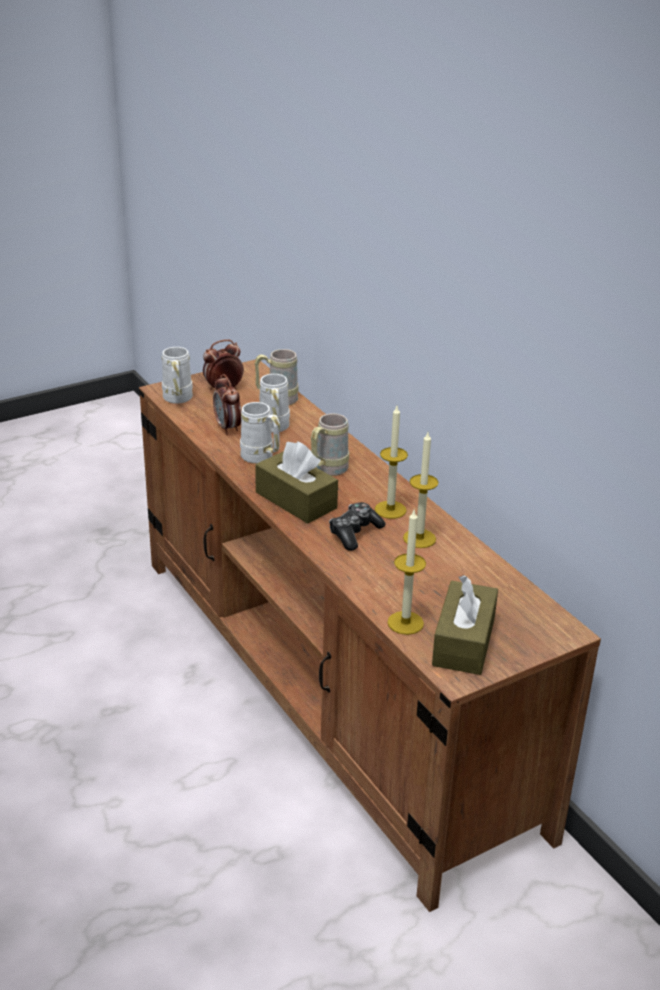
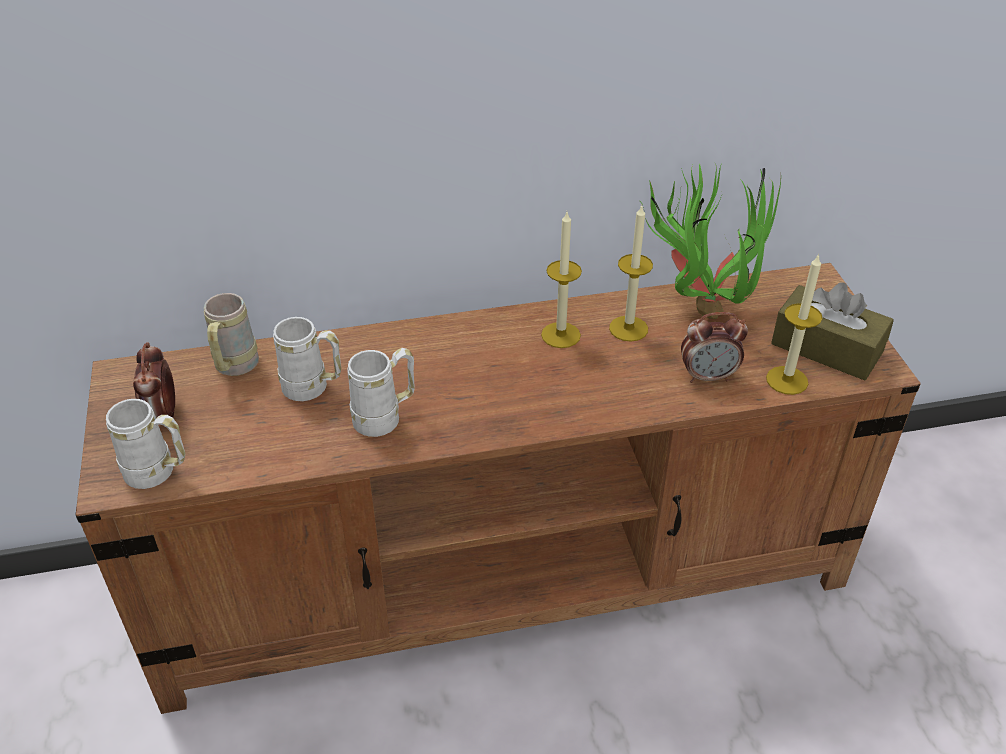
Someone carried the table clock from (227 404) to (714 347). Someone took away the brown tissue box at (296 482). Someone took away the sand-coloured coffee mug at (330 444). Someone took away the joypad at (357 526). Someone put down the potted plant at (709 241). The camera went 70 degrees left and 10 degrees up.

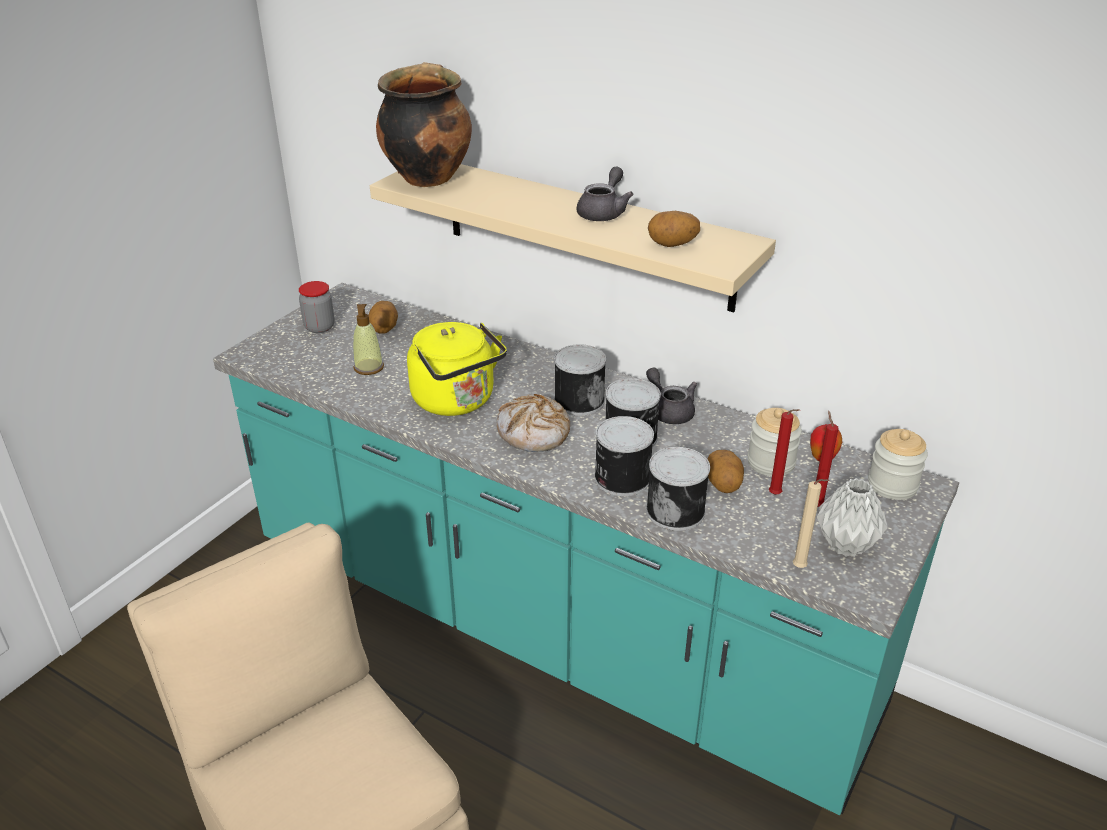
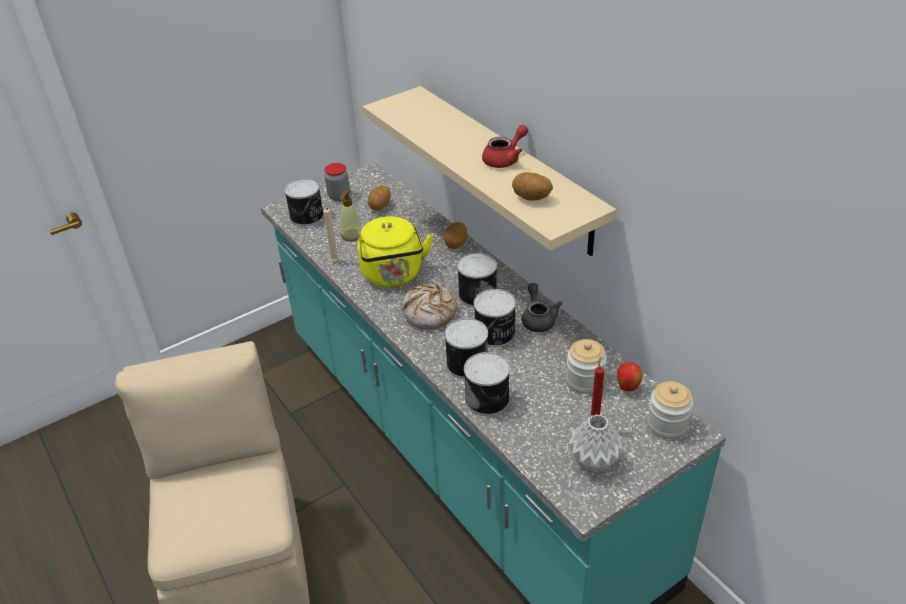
Someone took away the cooking pot at (424 124). Someone repainted the grey tea pot at (605 194), which became the red-coloured tea pot at (505 146). Someone carried the whole potato from (726 471) to (456 235). Someone took away the red-coloured wax candle at (784 452). Someone carried the sand-coloured wax candle from (811 523) to (331 234). Someone put down the metal can at (304 202). The camera went 25 degrees right and 5 degrees up.

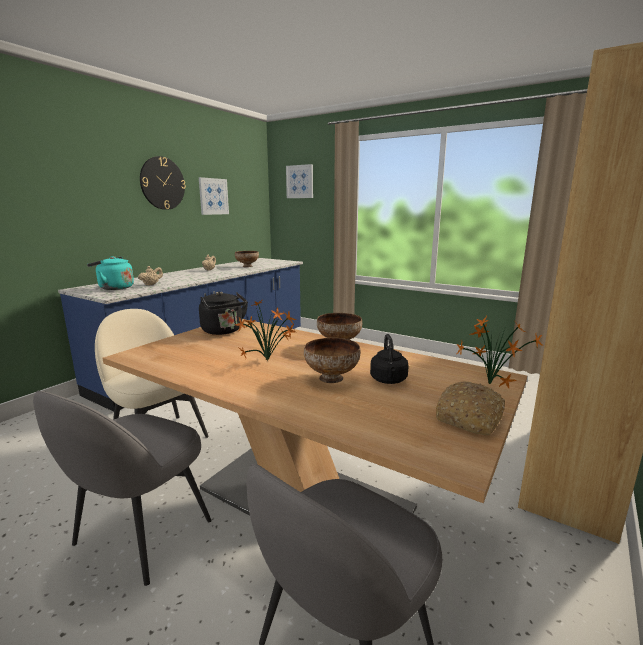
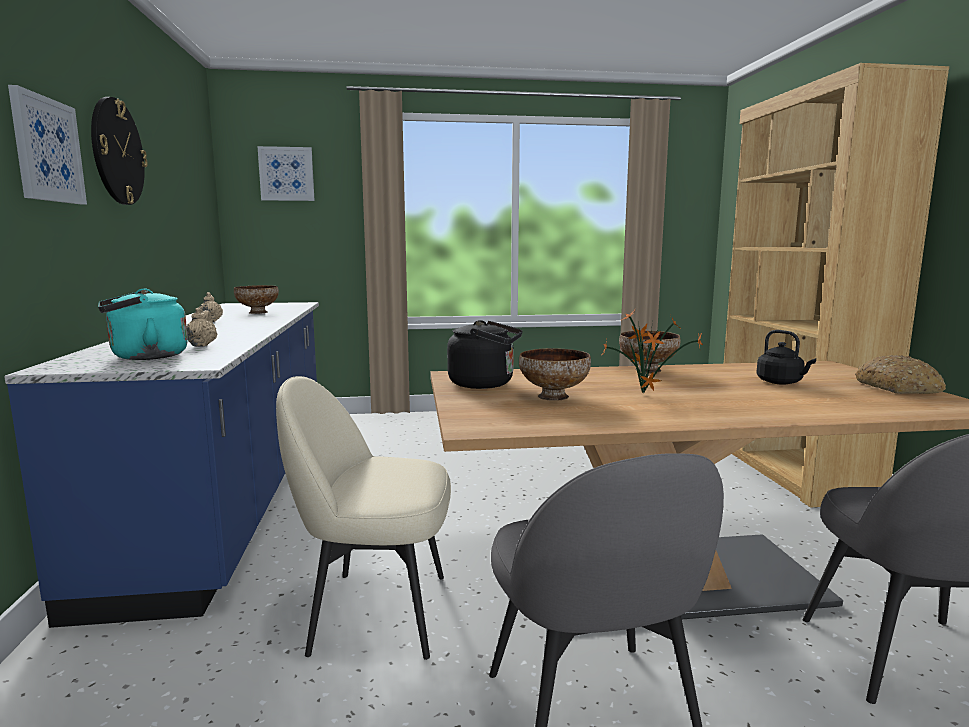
Someone carried the wall picture from (214 196) to (47 144). Someone carried the bowl from (332 360) to (555 374). Someone took away the potted plant at (500 352). The camera went 40 degrees left and 5 degrees down.

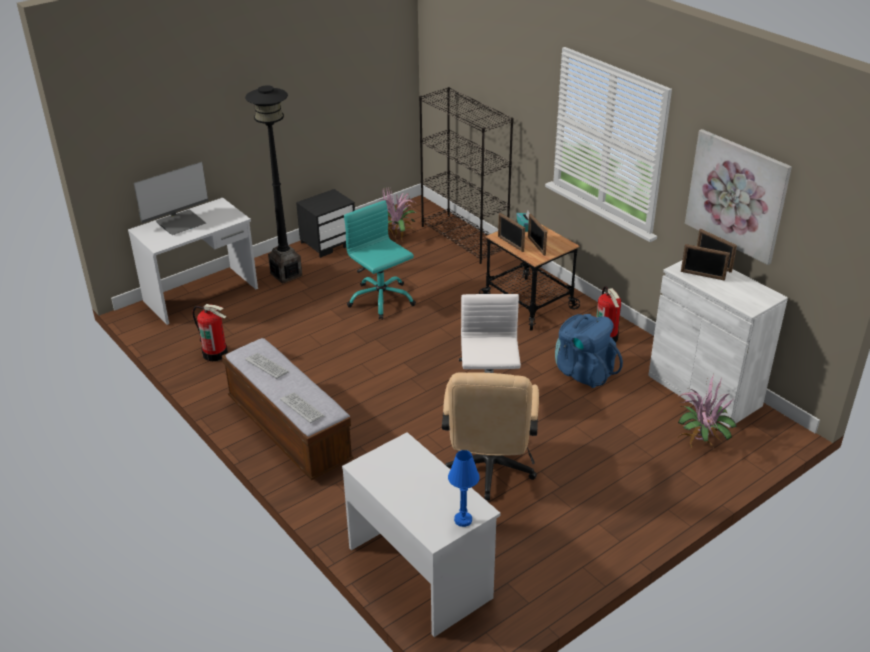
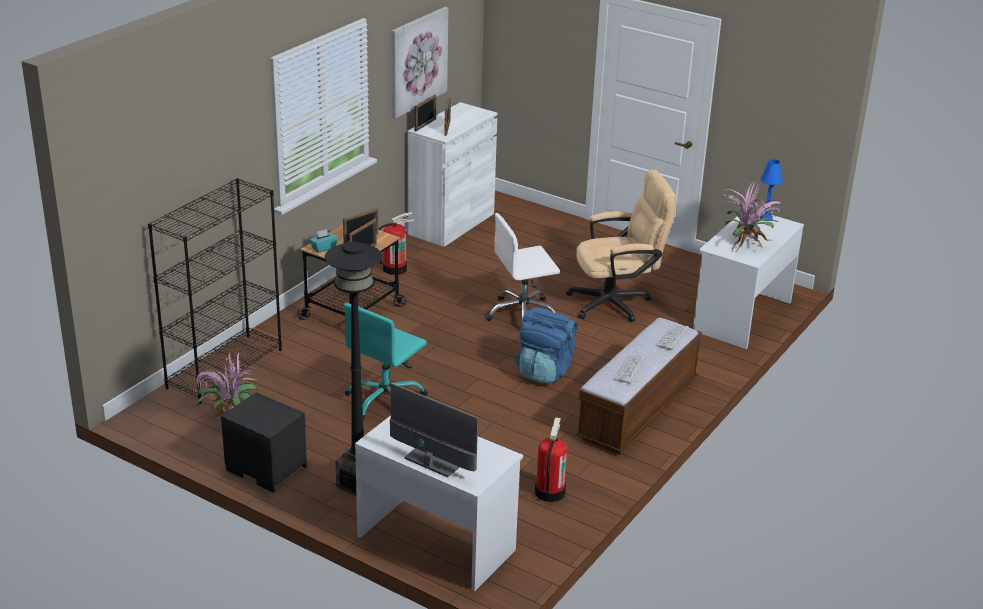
Someone carried the blue backpack from (589 351) to (546 345). Someone carried the potted plant from (707 411) to (752 217). The camera went 110 degrees left and 5 degrees down.

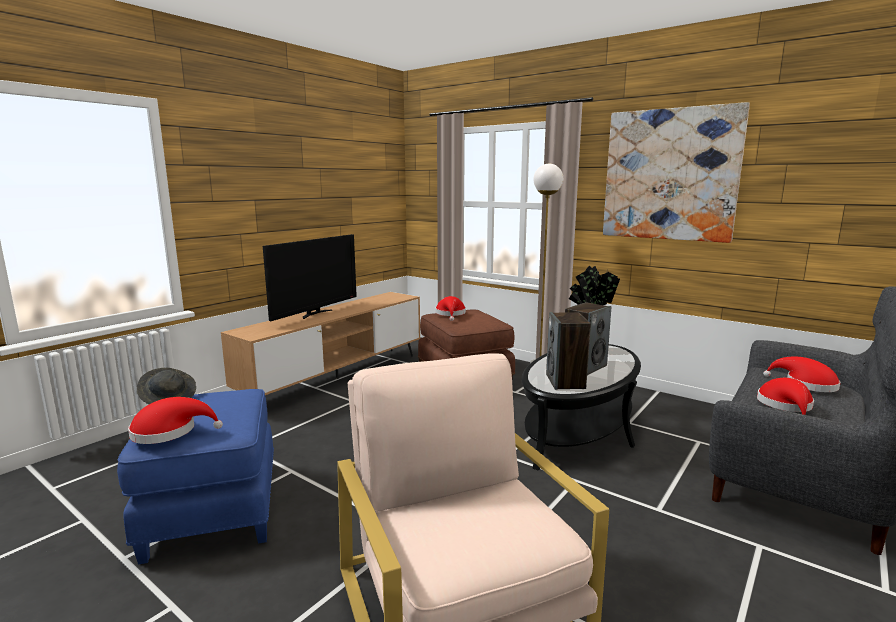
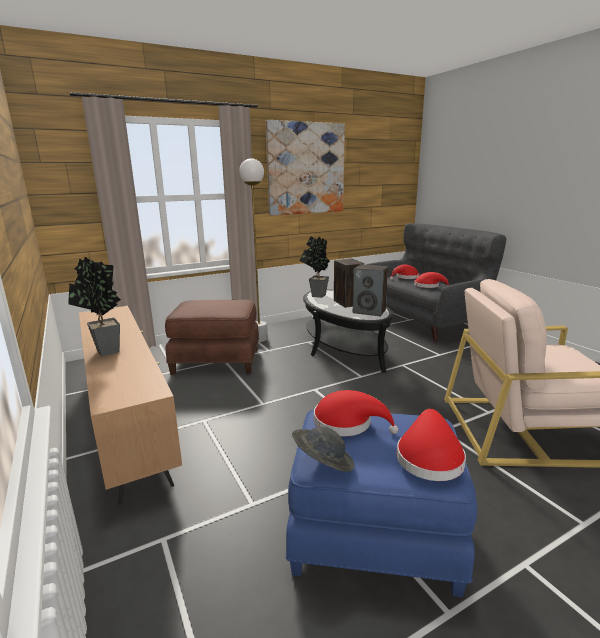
Someone swapped the TV at (310 277) for the potted plant at (94 306). Someone carried the red-coloured clothing hat from (451 308) to (356 413). The camera went 65 degrees left and 5 degrees up.

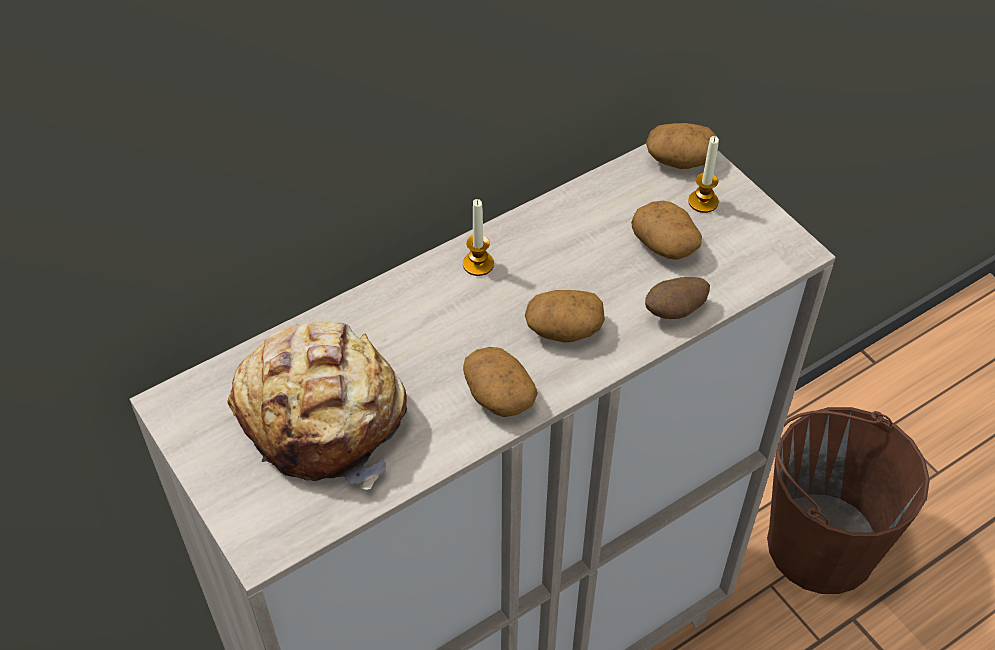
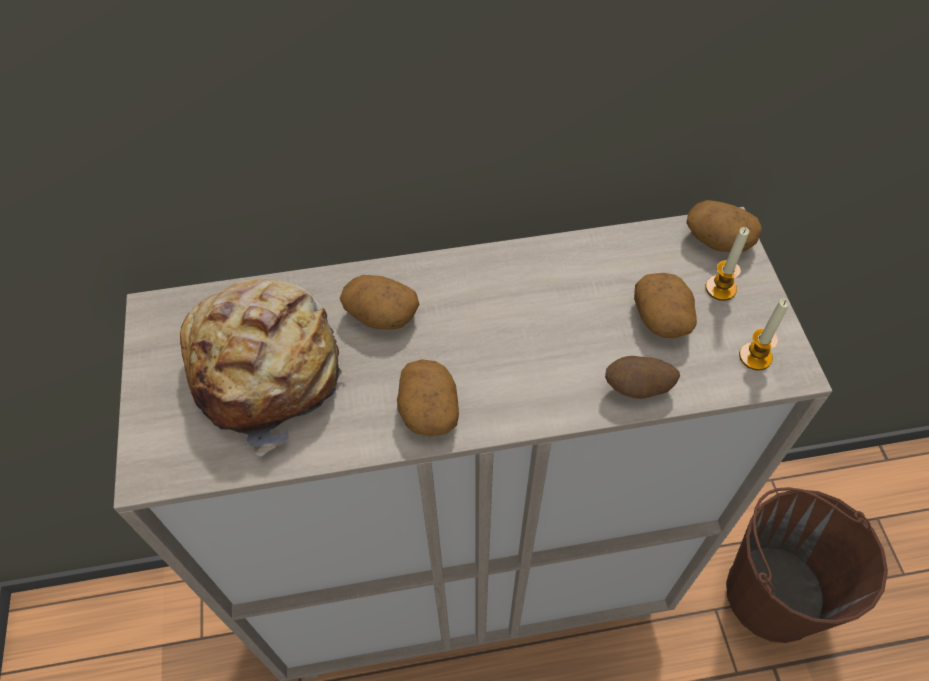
Someone carried the wax candle from (478 237) to (764 334). Someone carried the whole potato from (565 316) to (380 302). The camera went 25 degrees right and 5 degrees up.

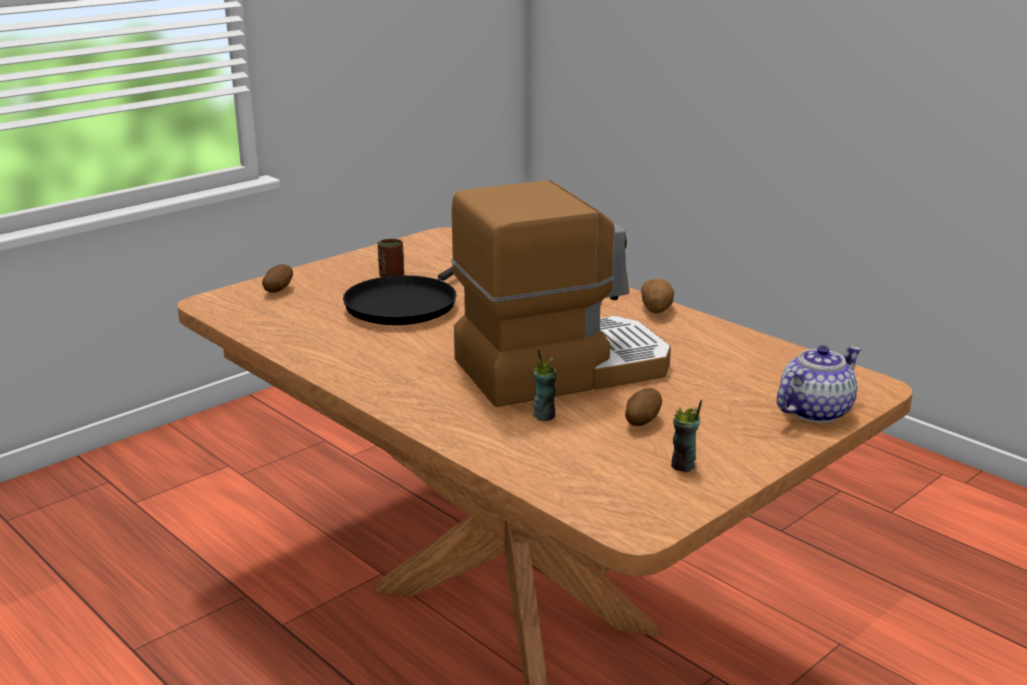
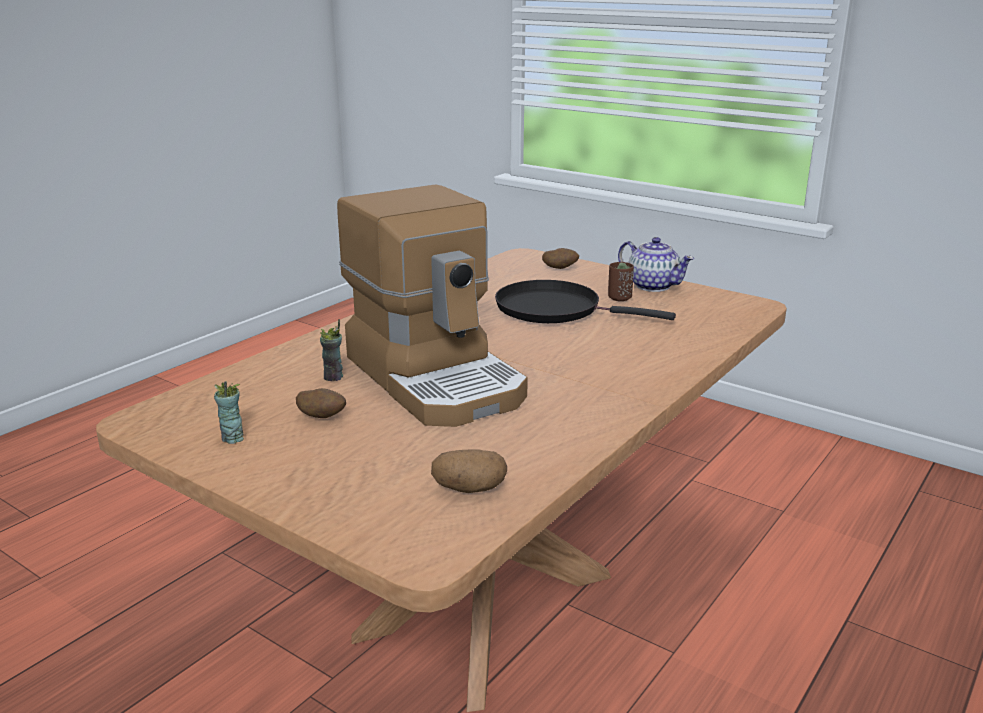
Someone carried the whole potato from (657 296) to (469 471). Someone carried the tea pot from (819 384) to (656 264). The camera went 80 degrees right and 0 degrees up.

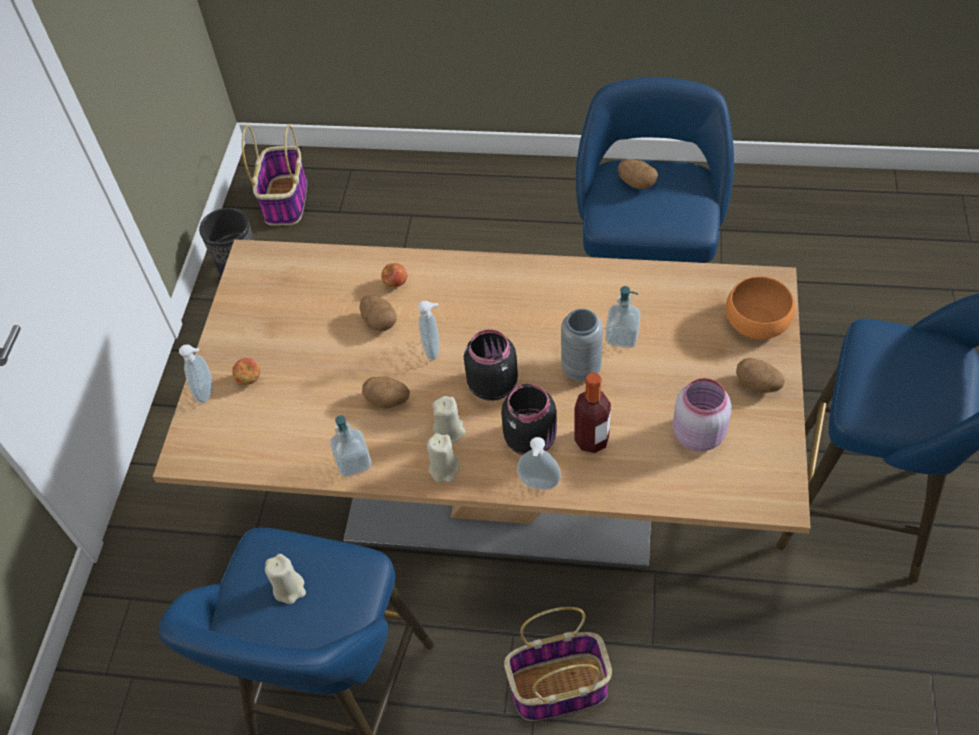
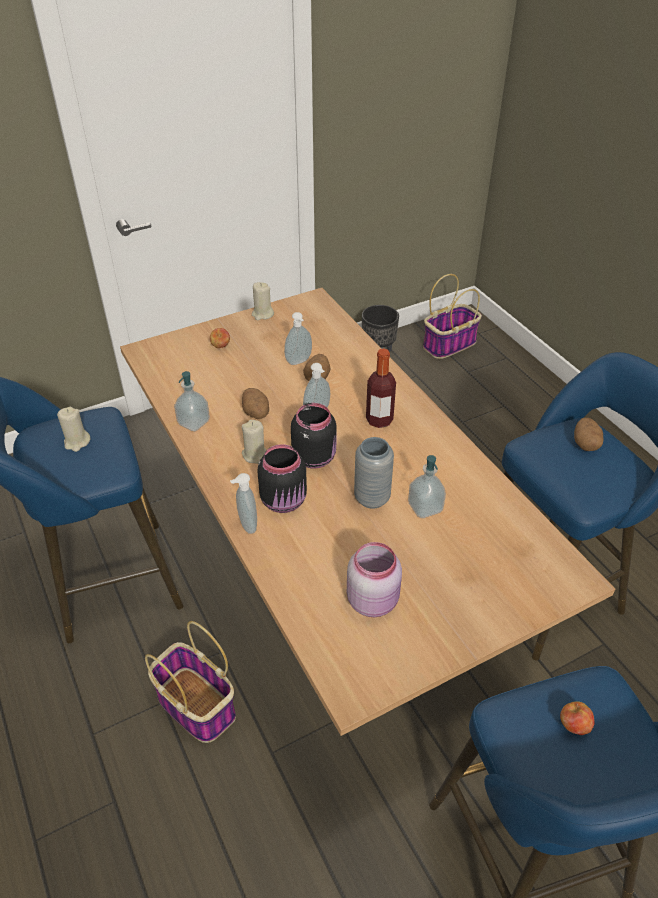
Someone carried the soap dispenser from (196 373) to (298 338). Someone carried the apple fruit from (394 275) to (577 718). Someone carried the sand-coloured wax candle from (443 458) to (263 301). Someone carried the bottle from (592 412) to (381 388). Someone took away the orangey bowl at (760 307). Someone took away the whole potato at (760 375). The camera went 50 degrees right and 10 degrees down.

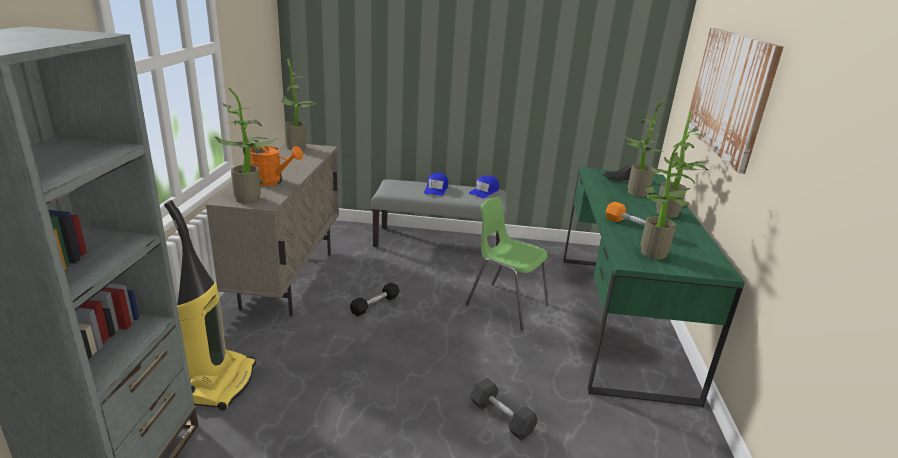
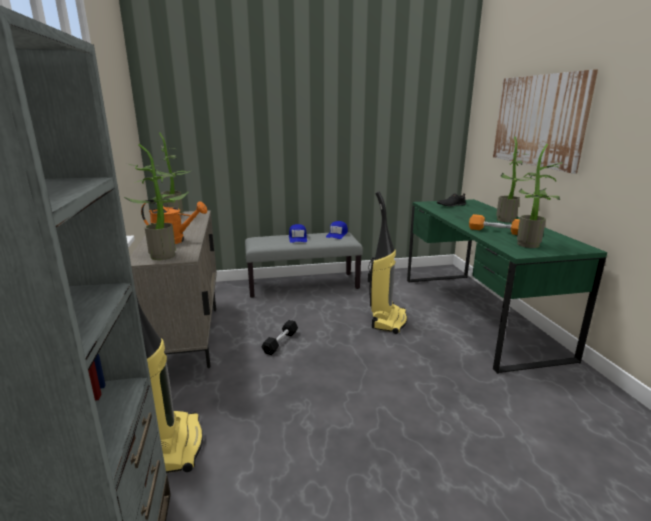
Someone swapped the greenish plain chair at (507 263) for the vacuum at (387 262). Someone took away the grey dumbbell at (504 409). Someone took away the potted plant at (644 149). The camera went 15 degrees left and 5 degrees down.

